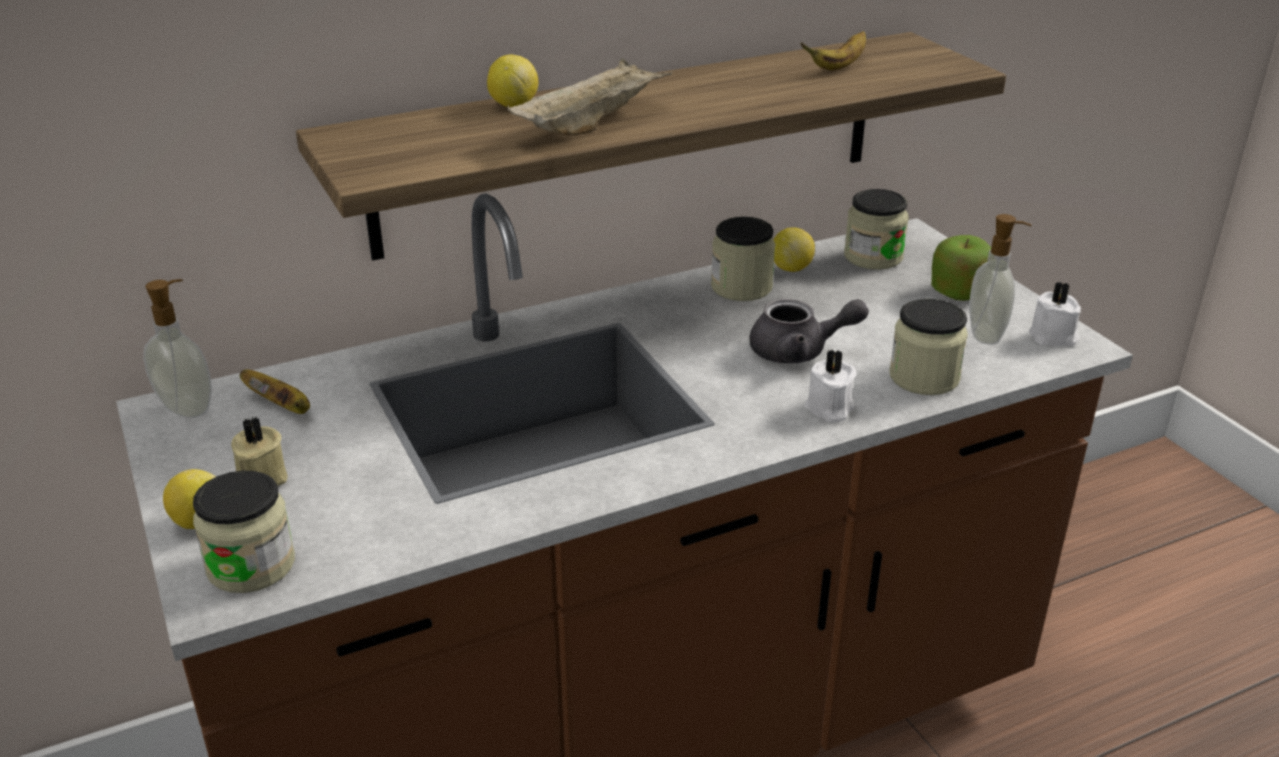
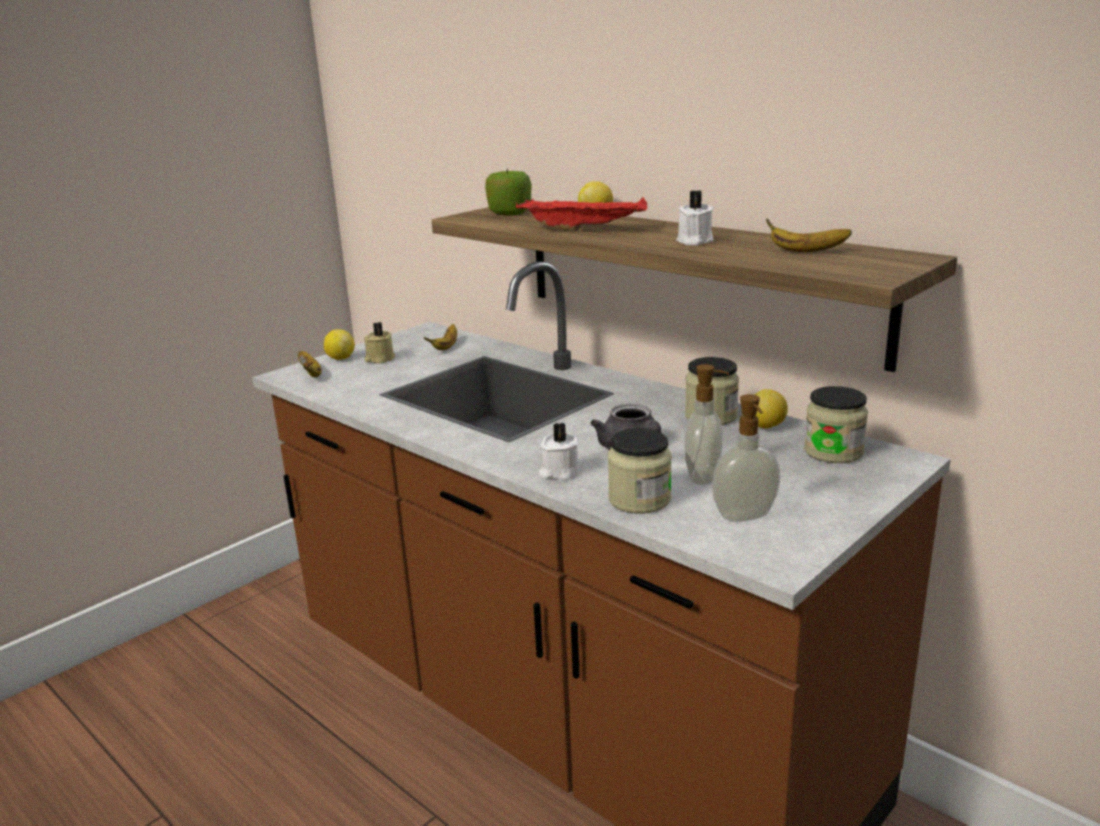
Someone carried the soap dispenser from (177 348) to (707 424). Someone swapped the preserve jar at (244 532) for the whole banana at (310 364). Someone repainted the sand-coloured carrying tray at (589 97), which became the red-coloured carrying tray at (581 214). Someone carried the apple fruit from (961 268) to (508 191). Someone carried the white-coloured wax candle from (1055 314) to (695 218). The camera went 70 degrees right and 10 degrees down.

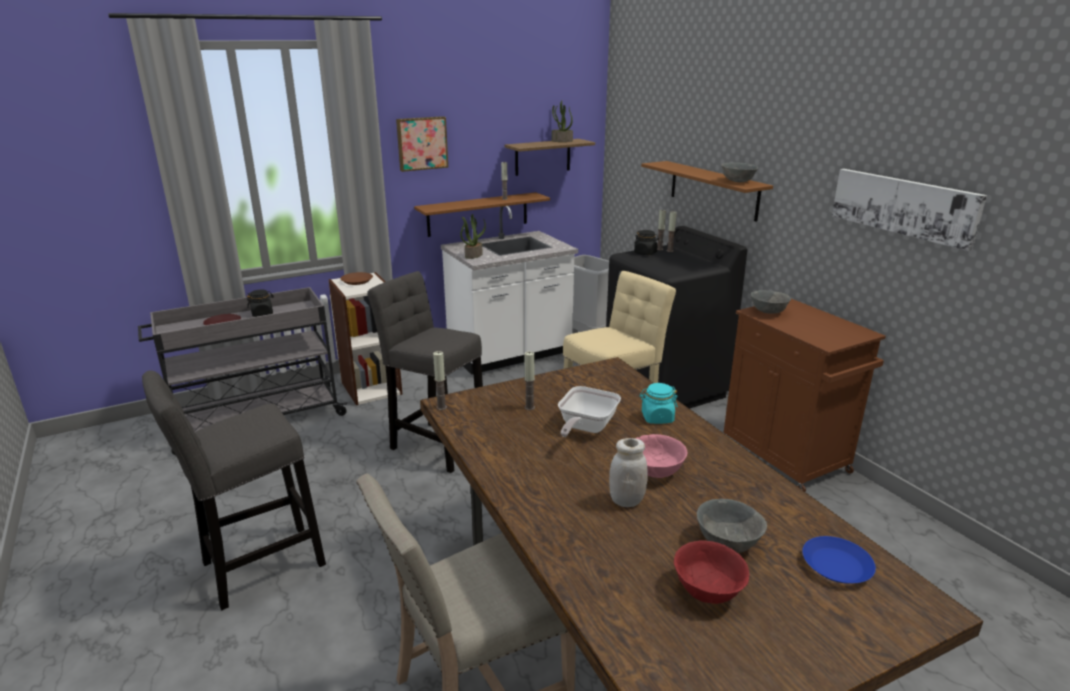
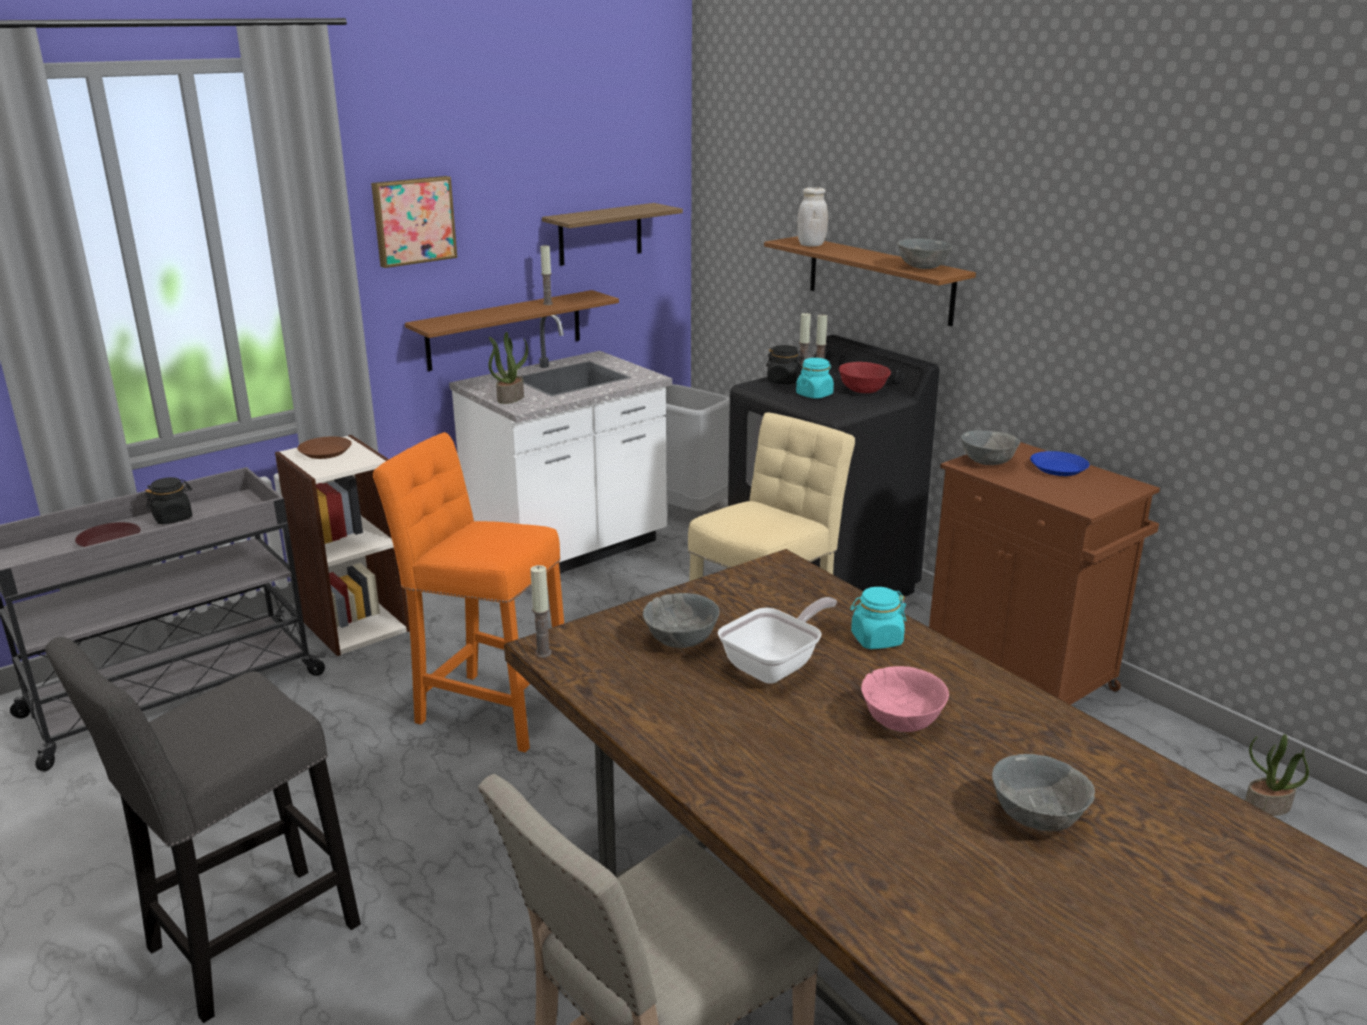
Someone repainted the grey stool seat at (425 372), which became the orangey stool seat at (468 592). Someone swapped the wax candle at (529 380) for the grey bowl at (681 620). Someone carried the potted plant from (562 121) to (1277 775). Someone rotated the skillet at (589 411) by 150 degrees counterclockwise. Someone carried the white-coloured preserve jar from (628 472) to (813 217). Someone carried the red-coloured bowl from (711 572) to (864 377). Someone carried the blue dinner plate from (839 559) to (1059 463). Someone took away the wall picture at (909 210). Someone put down the turquoise preserve jar at (815 378). The camera went 10 degrees left and 0 degrees up.

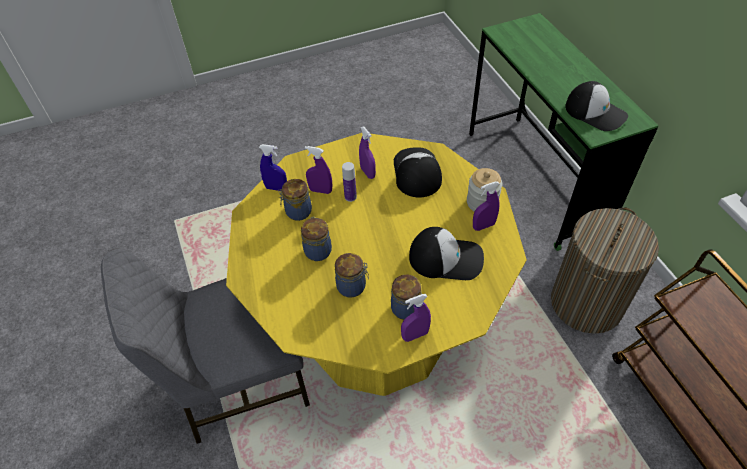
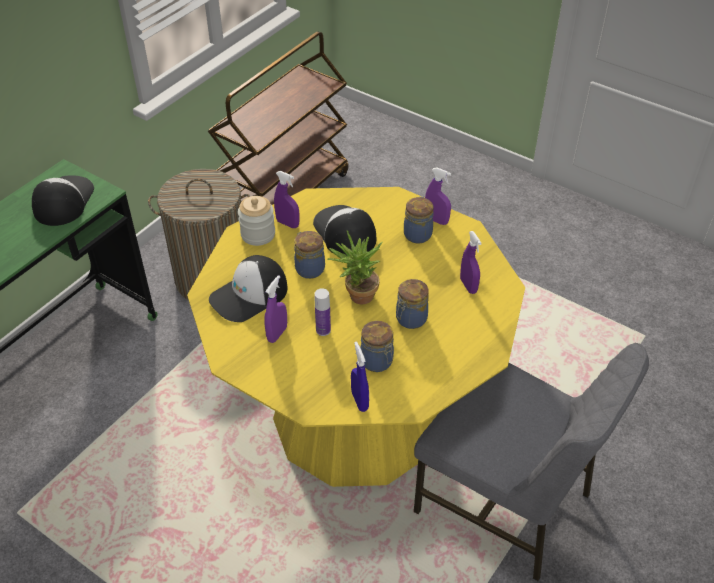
Someone carried the purplish spray bottle from (318 170) to (471 262). Someone carried the preserve jar from (352 275) to (309 255). Someone put down the potted plant at (355 267). The camera went 125 degrees left and 5 degrees down.

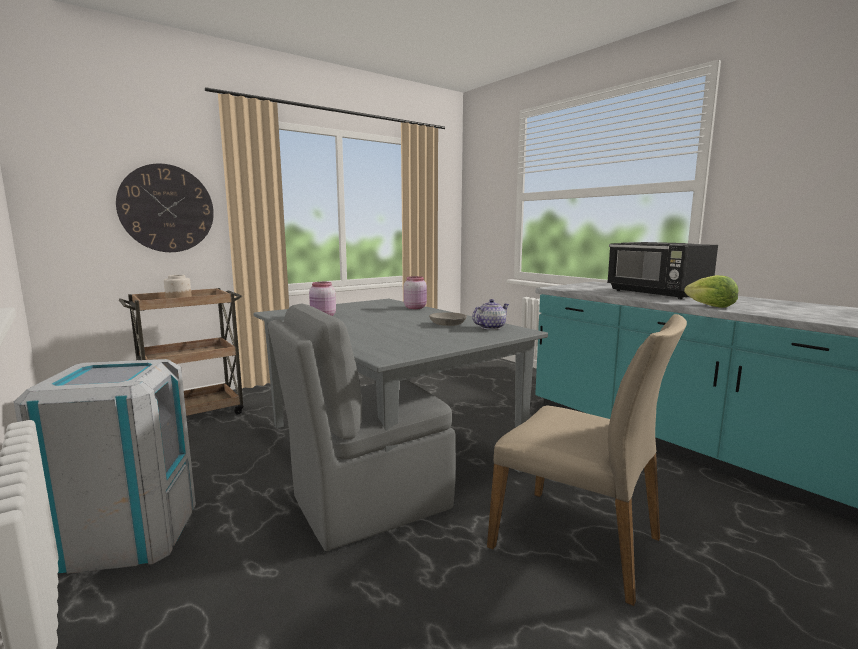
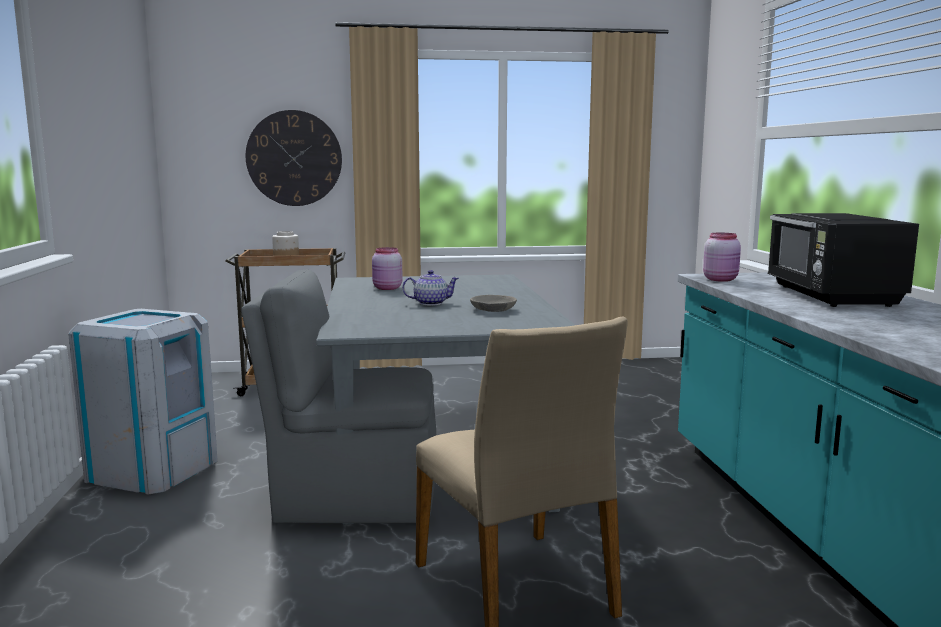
Someone carried the pinkish preserve jar from (415 292) to (722 257). Someone carried the tea pot from (490 314) to (430 287). Someone took away the lettuce head at (711 291). The camera went 30 degrees right and 0 degrees up.

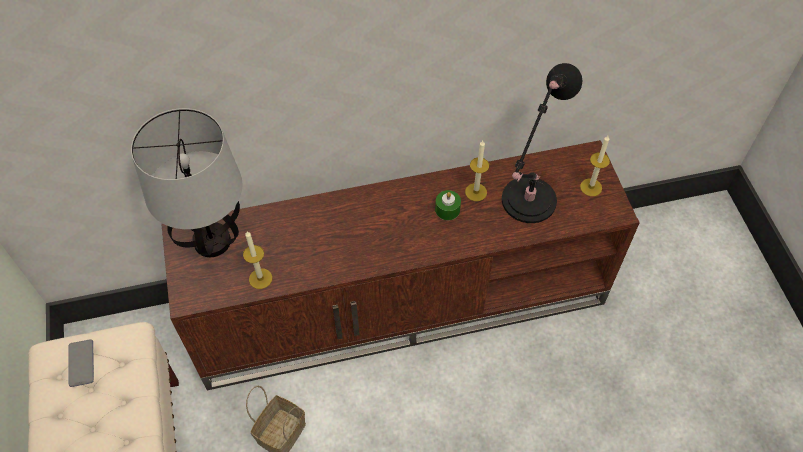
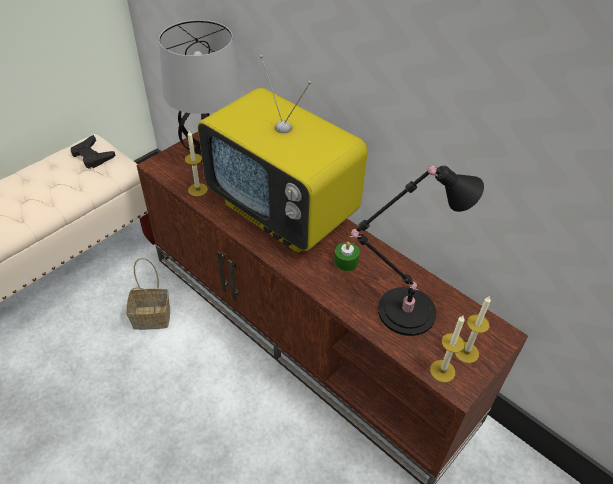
Someone swapped the telephone at (81 363) for the black-coloured joypad at (93 152). Someone carried the wax candle from (477 171) to (447 349). Someone put down the TV at (283 154). The camera went 55 degrees right and 10 degrees down.

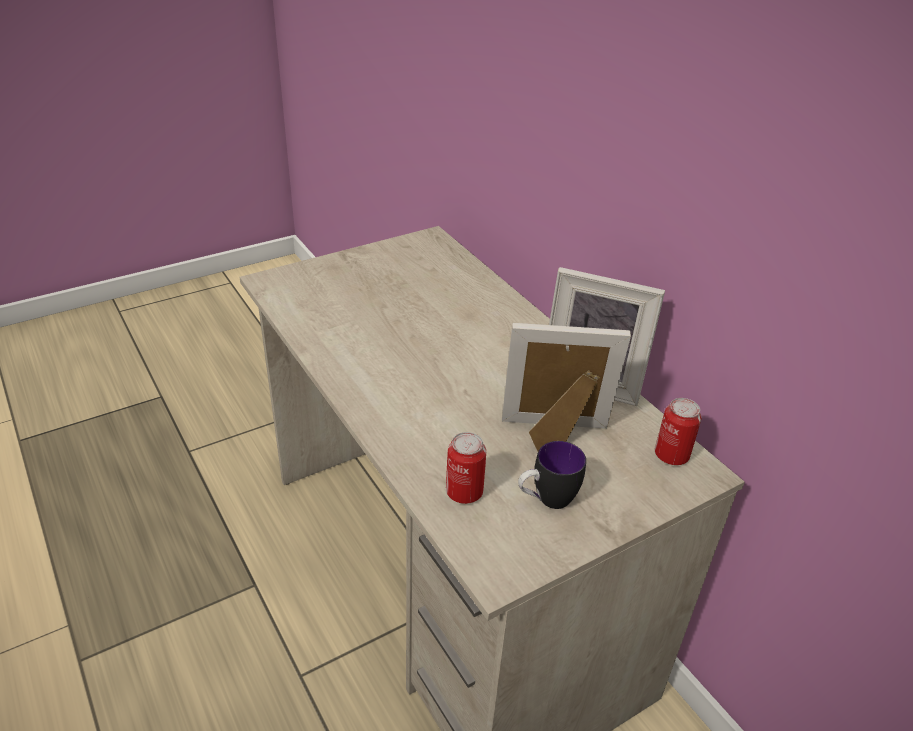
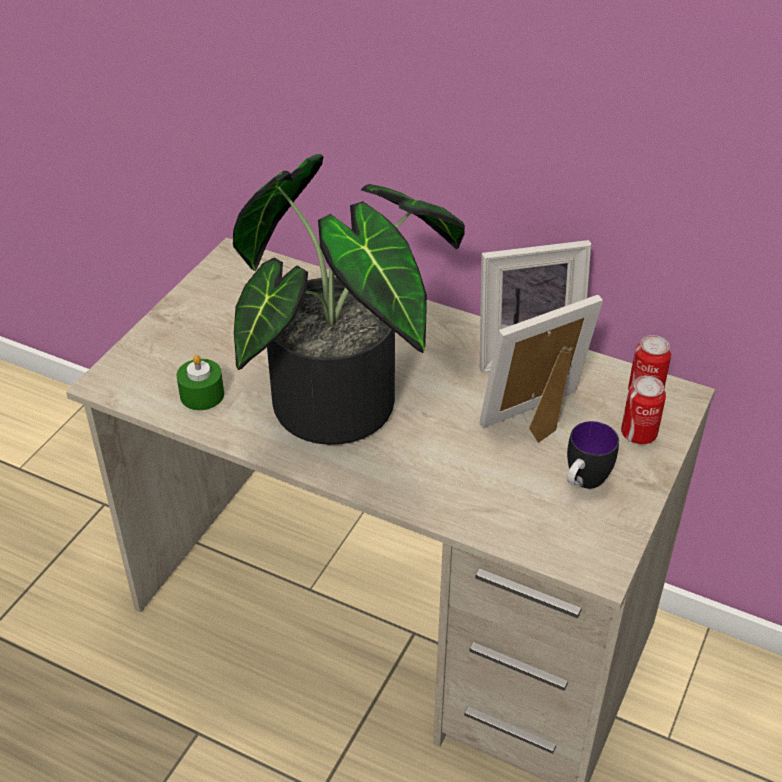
Someone carried the metal can from (466 468) to (643 410). Someone put down the greenish wax candle at (200 382). Someone put down the potted plant at (349 299). The camera went 30 degrees left and 5 degrees up.

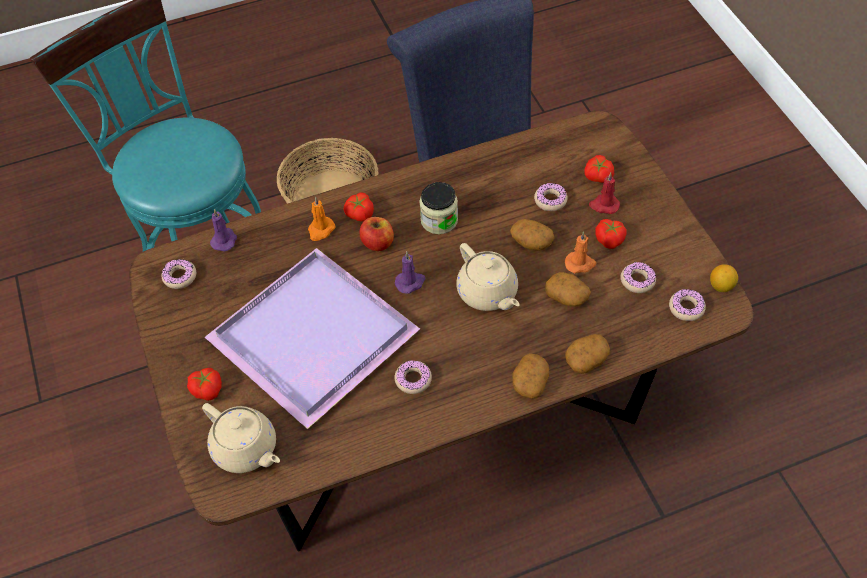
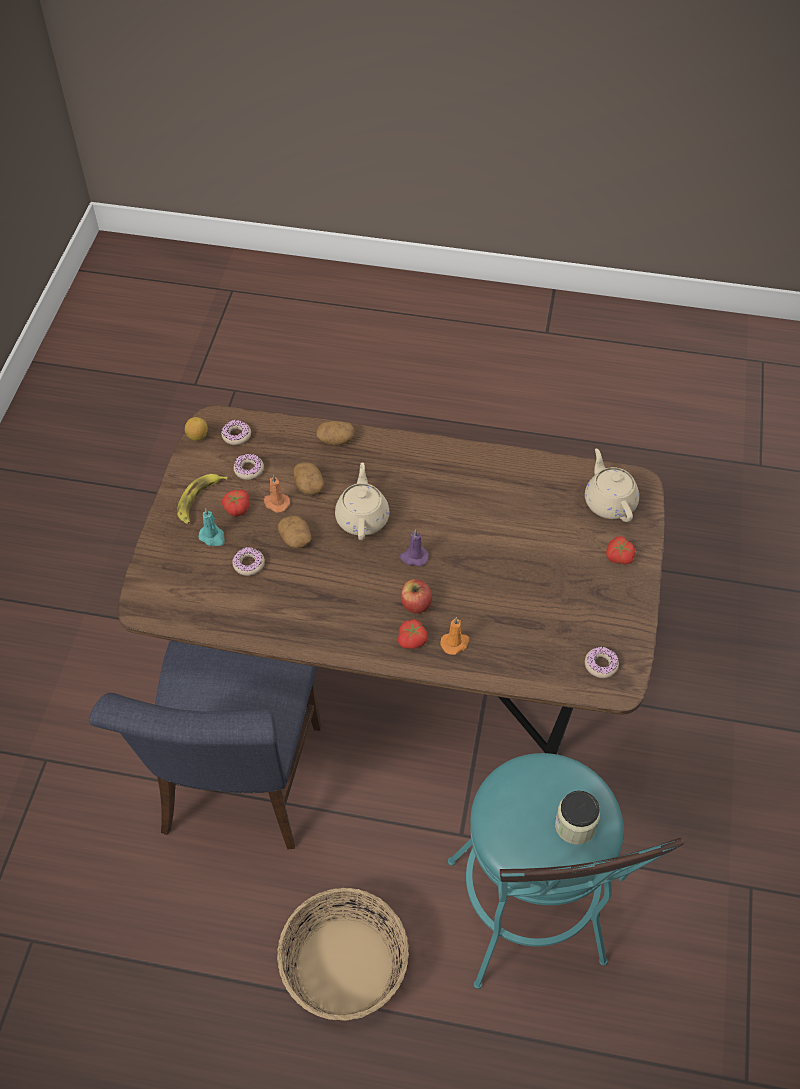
Someone took away the purplish carrying tray at (312 338). Someone took away the purplish wax candle at (223 230). Someone took away the doughnut at (413 377). Someone carried the preserve jar from (438 208) to (577 818). Someone took away the whole potato at (530 376). Someone took away the fresh tomato at (599 169). Someone repainted the red-coloured wax candle at (604 193), which became the turquoise wax candle at (211 527). Someone put down the whole banana at (202 499). The camera went 150 degrees left and 0 degrees up.

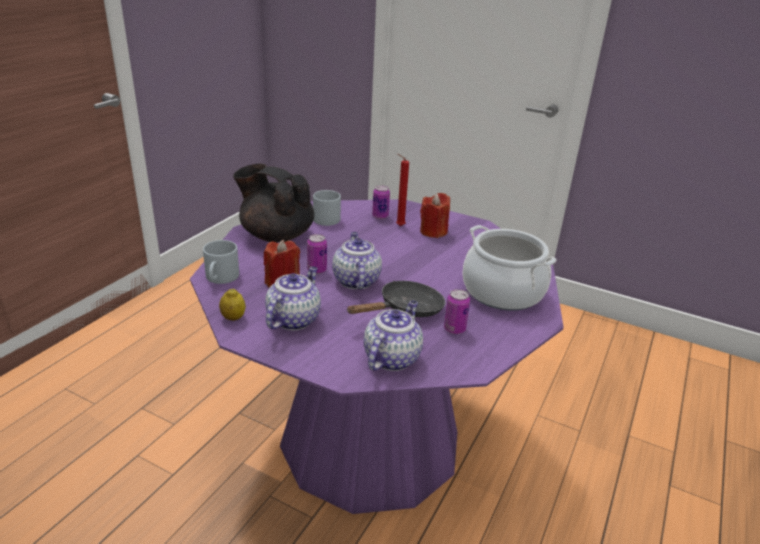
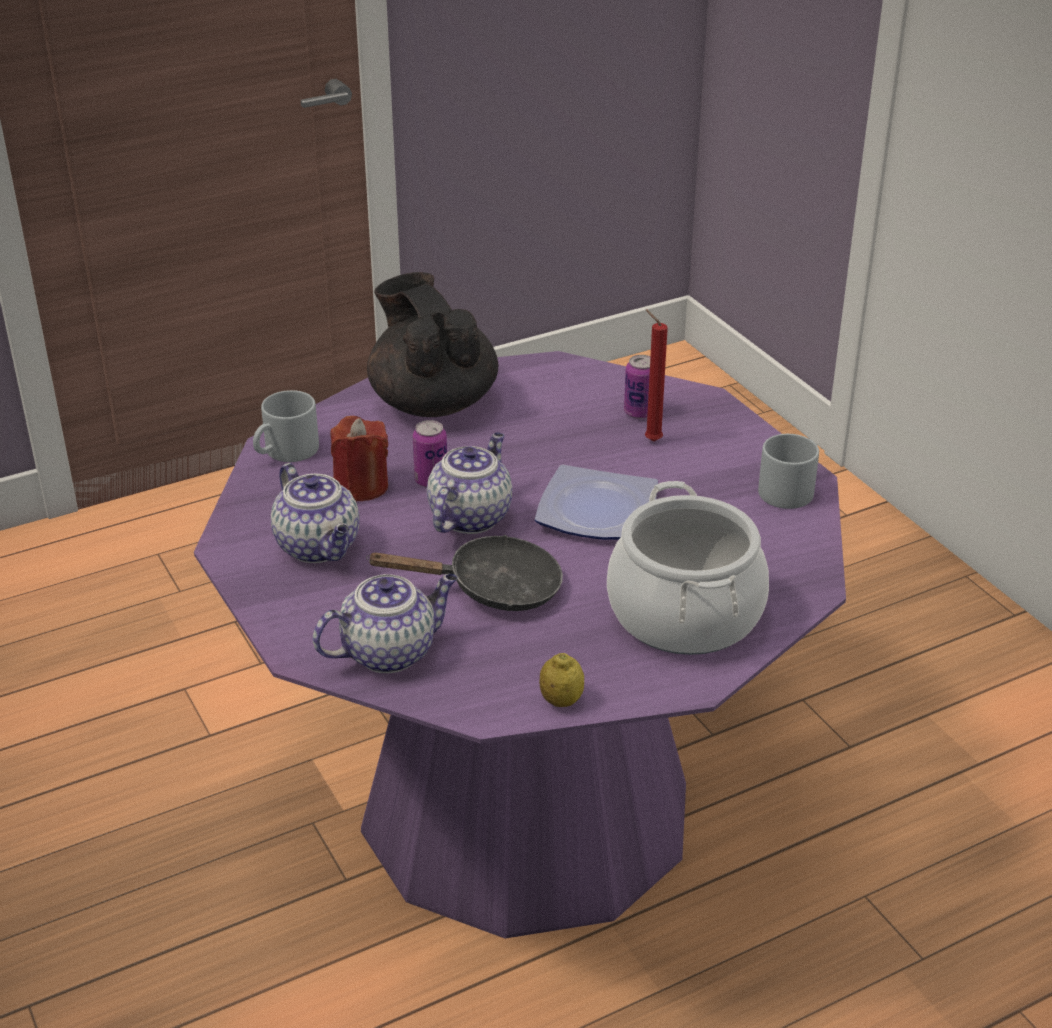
Someone carried the lemon from (232 304) to (561 680). Someone rotated the tea pot at (293 298) by 90 degrees clockwise. Someone carried the grey coffee mug from (327 208) to (788 471). Someone took away the red-coloured wax candle at (435 215). Someone took away the metal can at (457 311). Someone put down the dinner plate at (596 502). The camera went 35 degrees right and 5 degrees up.

